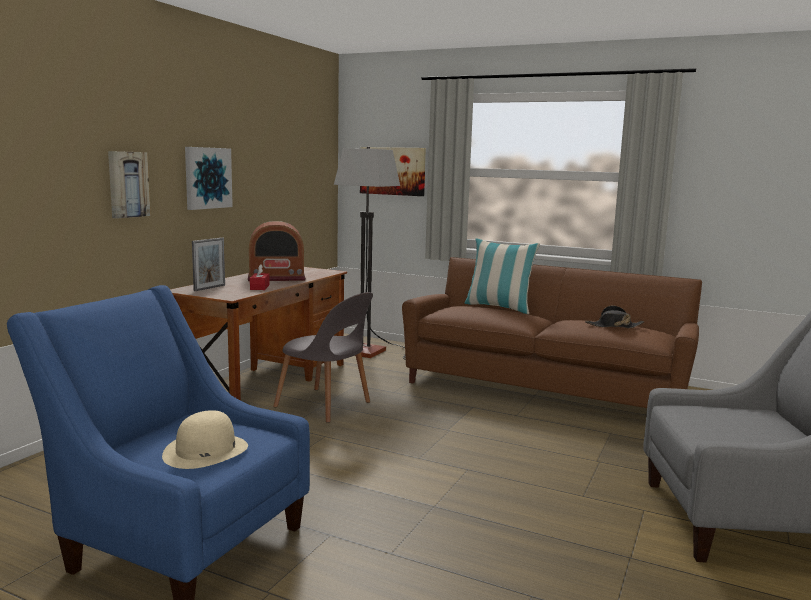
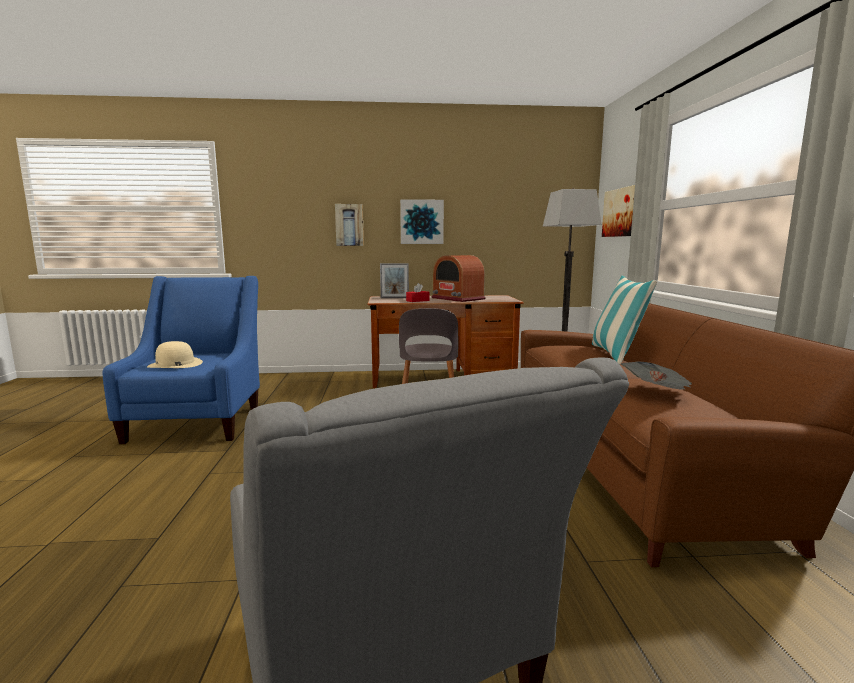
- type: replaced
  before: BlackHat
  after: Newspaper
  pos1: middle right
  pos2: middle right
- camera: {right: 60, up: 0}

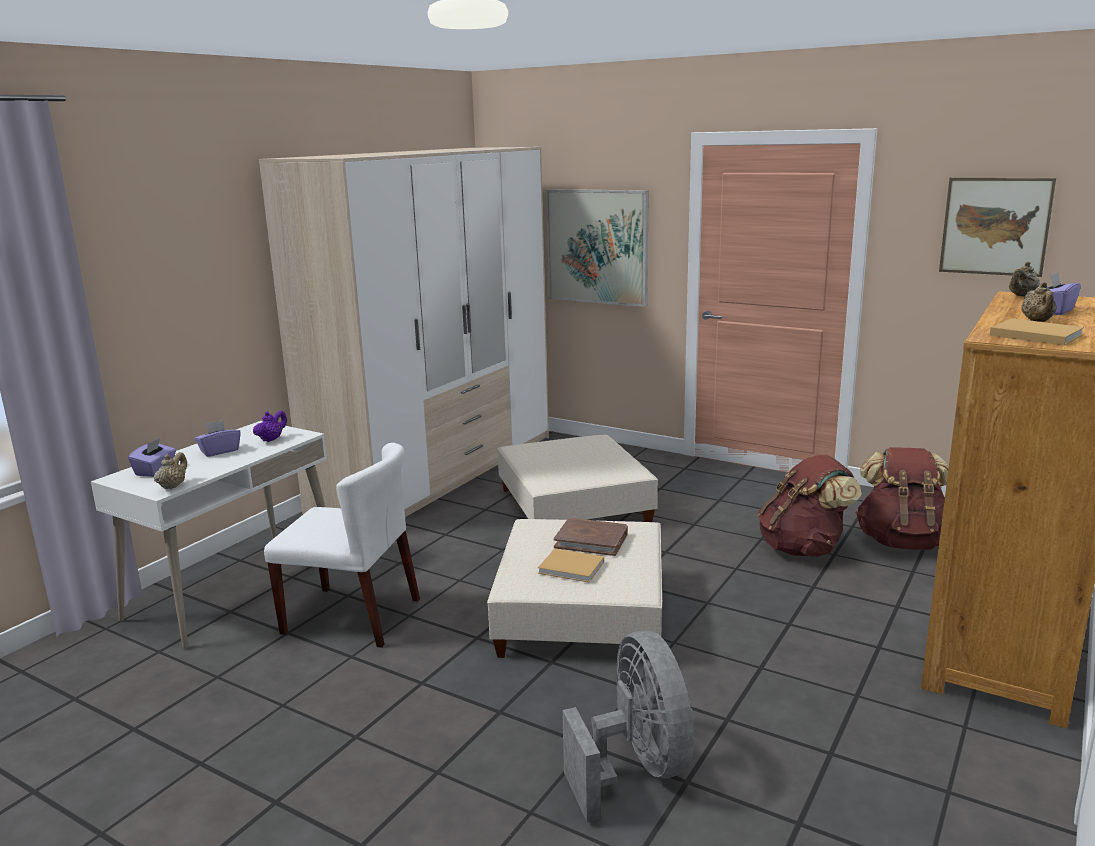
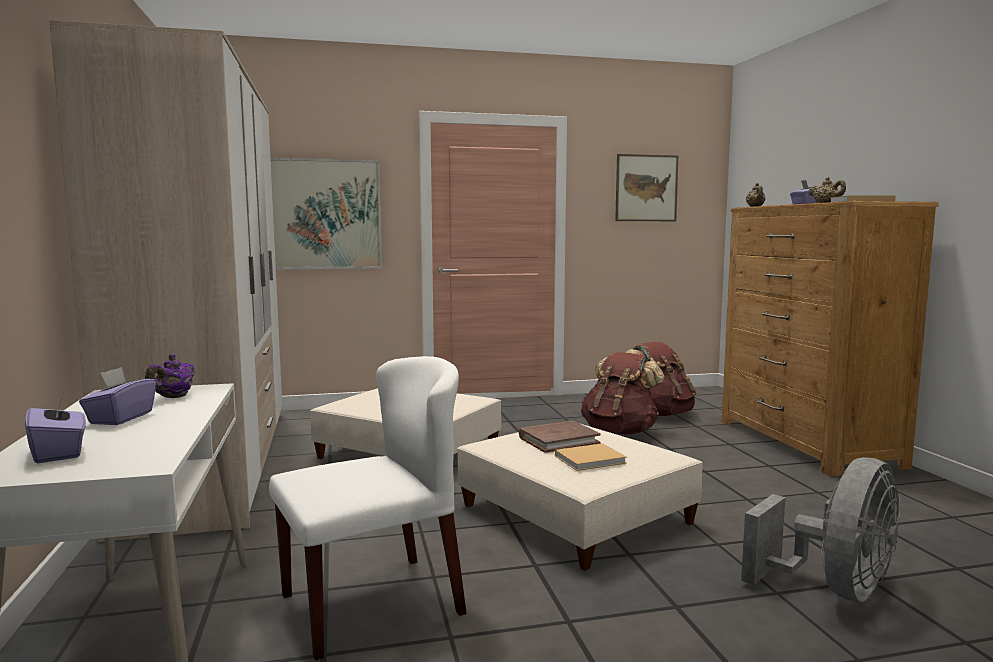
- type: turned
  before: PurpleTeapot
  pos1: middle left
  pos2: middle left
  turn: -150
- type: removed
  before: BeigeTeapot (1st from left)
  pos1: middle left
- type: turned
  before: GreyFan
  pos1: bottom centre
  pos2: bottom right
  turn: 105
- camera: {right: -45, up: -10}

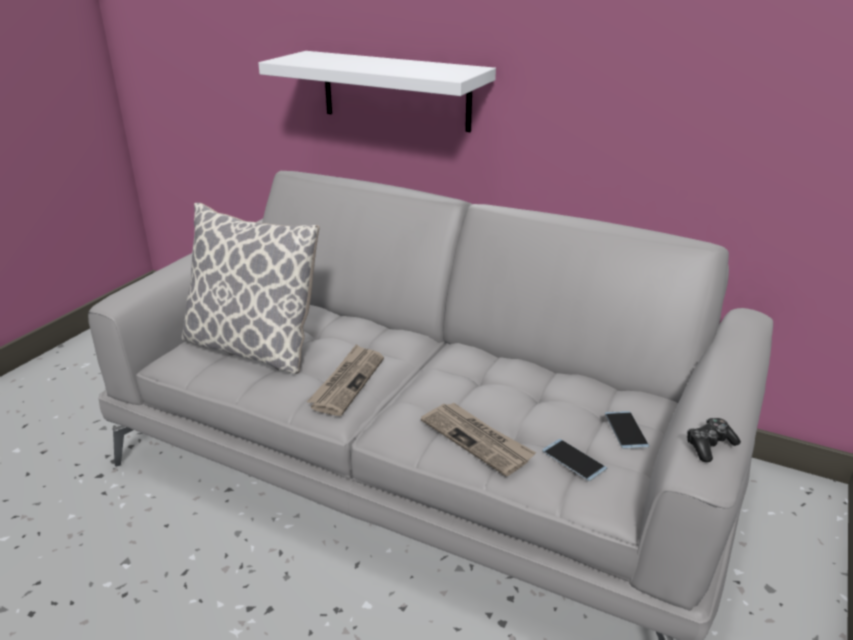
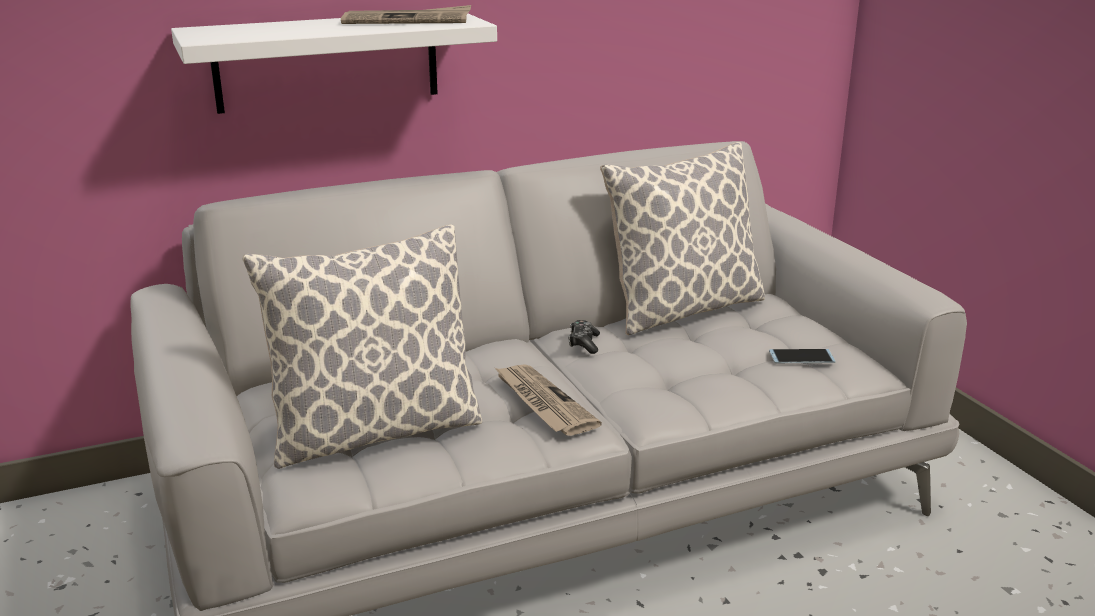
- type: moved
  before: Newspaper (2nd from left in the first image)
  after: Newspaper (1st from left)
  pos1: bottom centre
  pos2: top centre
- type: removed
  before: Phone (2nd from left)
  pos1: bottom right
- type: moved
  before: GameController
  pos1: bottom right
  pos2: centre
- type: added
  after: Pillow (2nd from left)
  pos2: centre
- camera: {right: -50, up: -5}

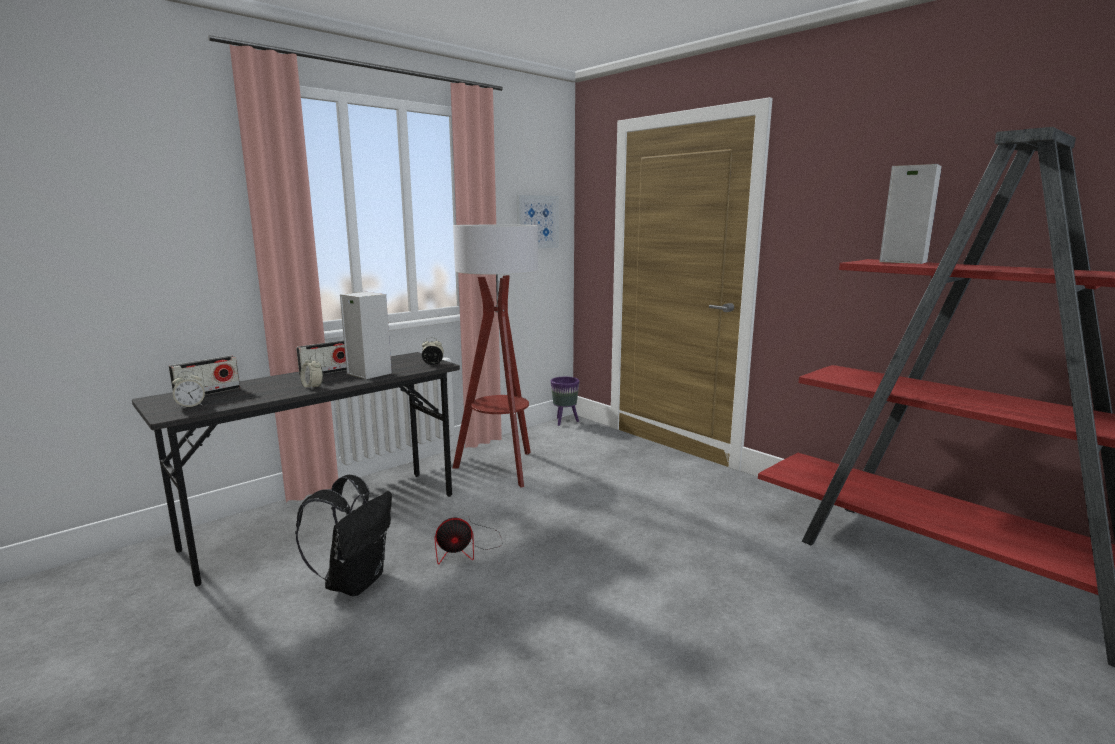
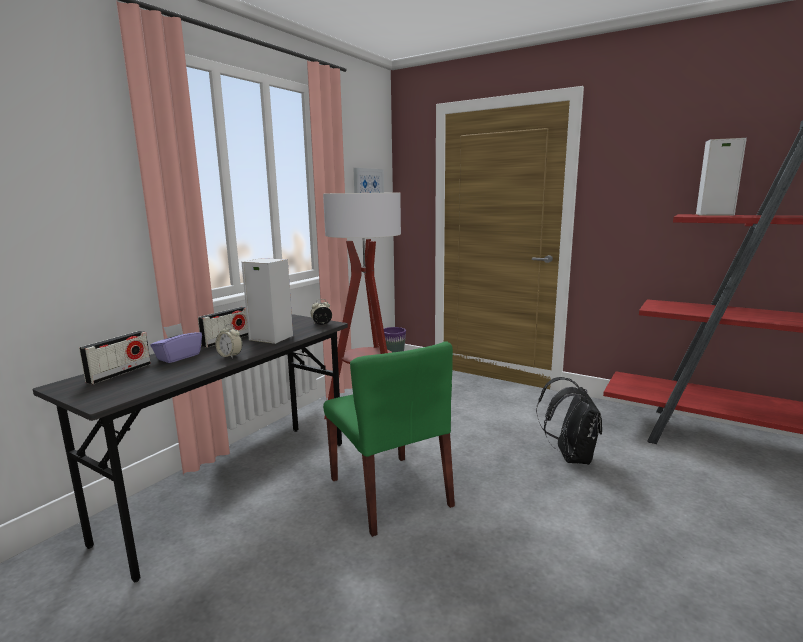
- type: removed
  before: AlarmClock (1st from left)
  pos1: middle left
- type: moved
  before: BlackBackpack
  pos1: bottom left
  pos2: middle right
- type: replaced
  before: Fan
  after: GreenChair
  pos1: bottom centre
  pos2: bottom centre
- type: added
  after: PurpleTissueBox
  pos2: middle left
- camera: {right: -15, up: 0}

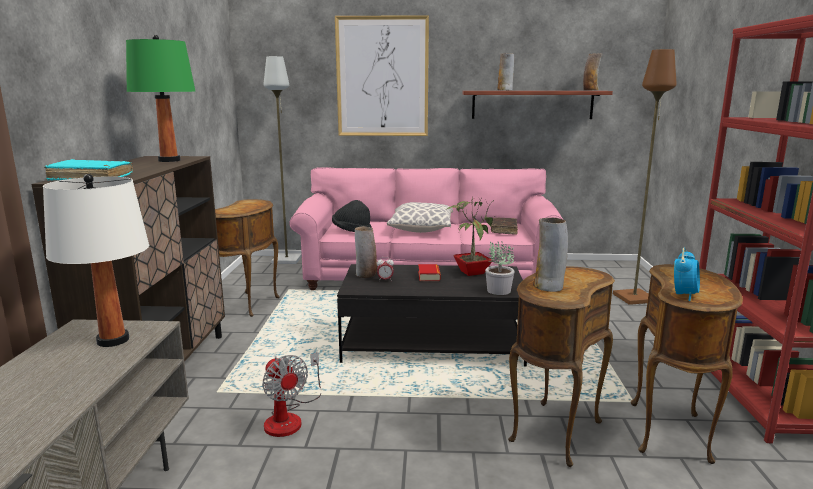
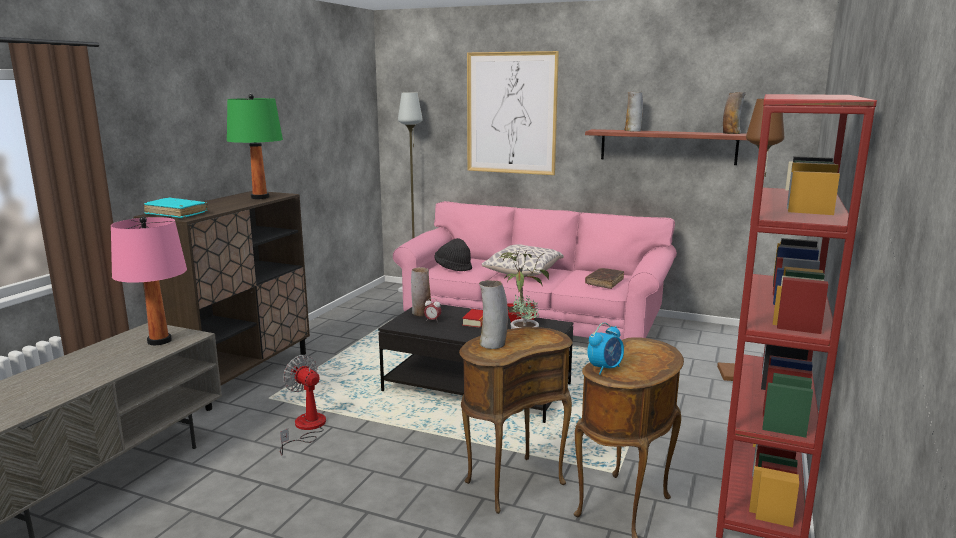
- type: recoloured
  before: WhiteTableLamp
  after: PinkTableLamp
  pos1: middle left
  pos2: middle left
- type: removed
  before: BrownSideTable (1st from left)
  pos1: middle left
- type: turned
  before: Fan
  pos1: bottom centre
  pos2: bottom left
  turn: 150
- camera: {right: 20, up: 0}

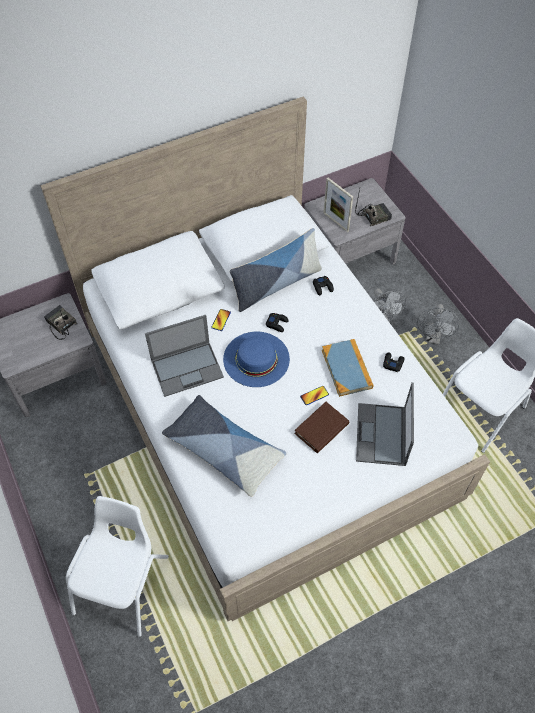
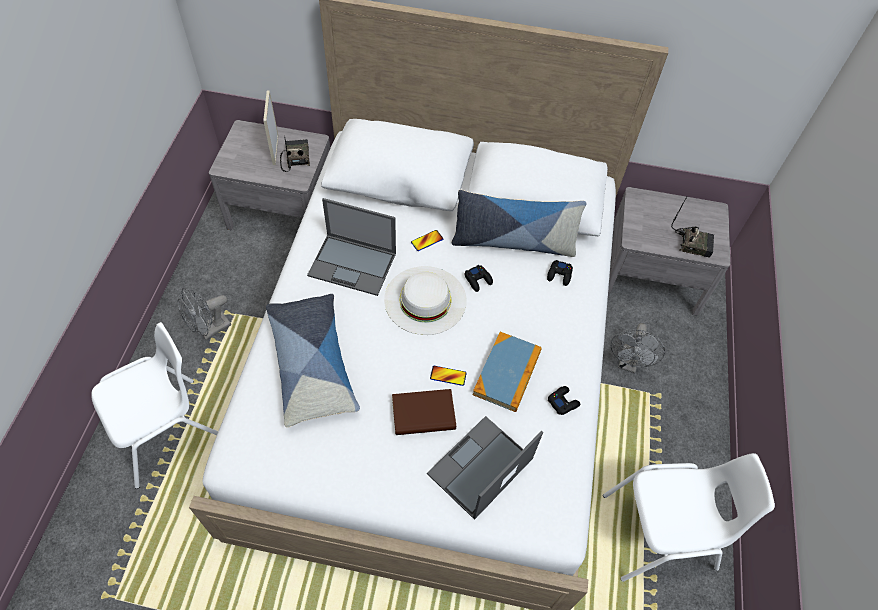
- type: moved
  before: PictureFrame
  pos1: top centre
  pos2: top left
- type: moved
  before: GreyFan (2nd from left in the first image)
  after: GreyFan (1st from left)
  pos1: middle right
  pos2: middle left
- type: recoloured
  before: BlueHat
  after: WhiteHat
  pos1: centre
  pos2: centre
- camera: {right: 35, up: 0}

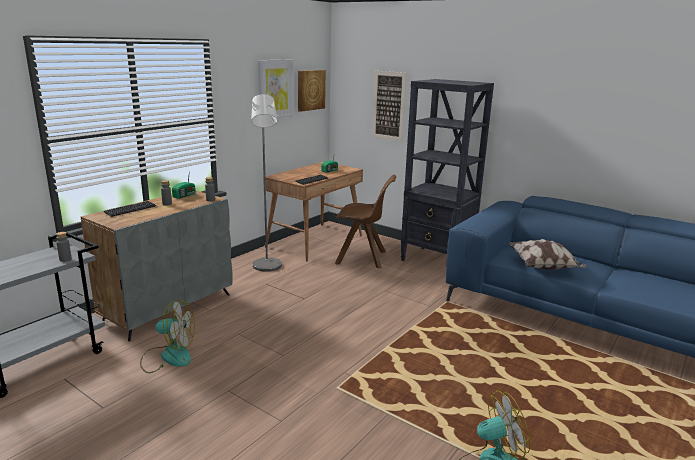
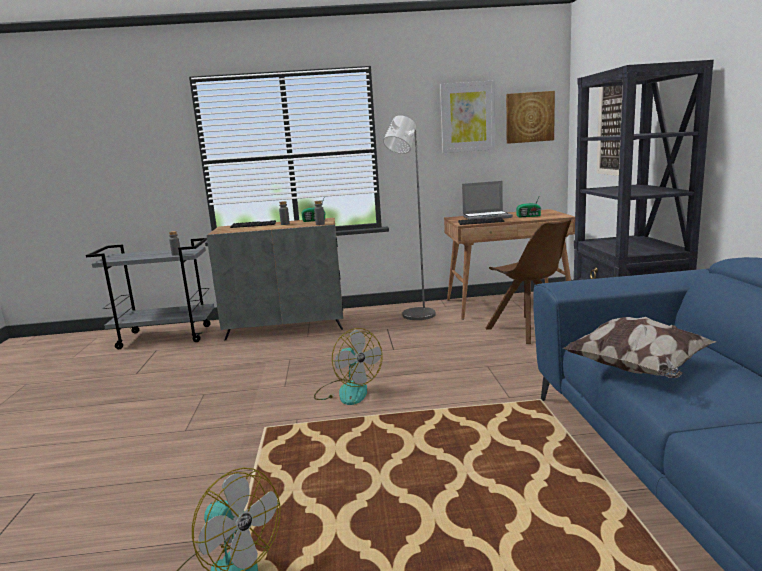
- type: moved
  before: Fan (1st from left in the first image)
  after: Fan (2nd from left)
  pos1: bottom left
  pos2: centre
- type: added
  after: Laptop
  pos2: centre
- camera: {right: 50, up: -5}

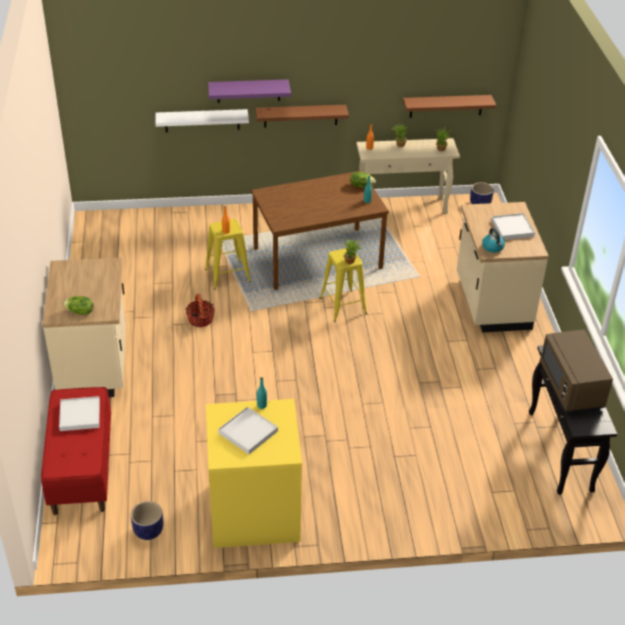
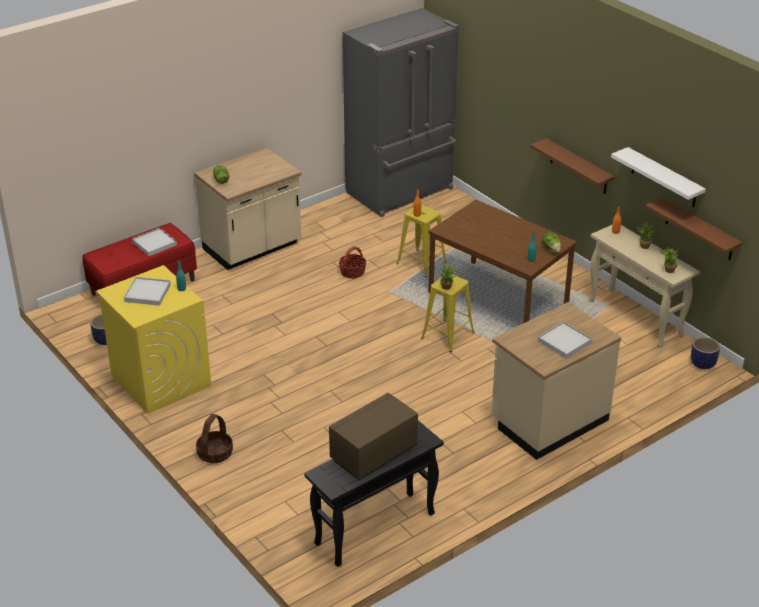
- type: removed
  before: PurpleShelf
  pos1: top centre
- type: moved
  before: WhiteShelf
  pos1: top left
  pos2: top right
- type: removed
  before: Kettle
  pos1: middle right
- type: added
  after: GreyFridge
  pos2: top centre
- type: added
  after: Basket (1st from left)
  pos2: bottom left
- camera: {right: 60, up: -5}

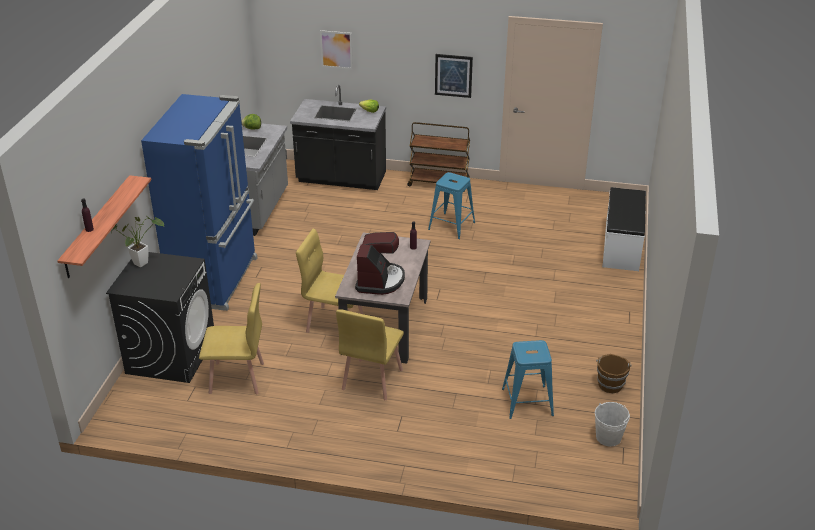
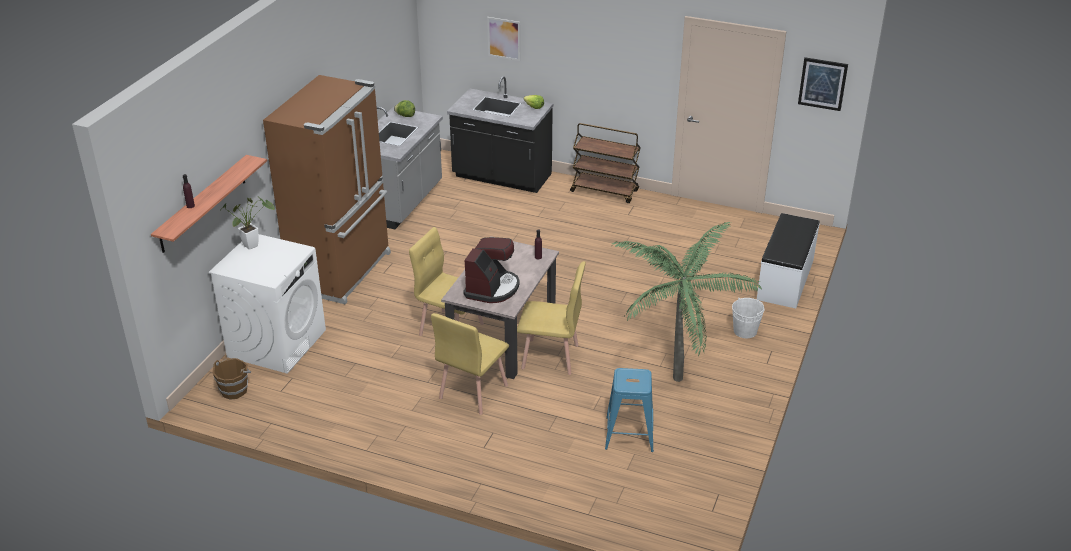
- type: moved
  before: Picture (2nd from left)
  pos1: top centre
  pos2: top right
- type: recoloured
  before: BlueFridge
  after: BrownFridge
  pos1: middle left
  pos2: middle left
- type: removed
  before: BlueStool (1st from left)
  pos1: centre
- type: recoloured
  before: BlackWashingMachine
  after: WhiteWashingMachine
  pos1: middle left
  pos2: middle left
- type: moved
  before: YellowChair (1st from left in the first image)
  after: YellowChair (3rd from left)
  pos1: middle left
  pos2: centre
- type: moved
  before: BrownBucket
  pos1: bottom right
  pos2: bottom left
- type: moved
  before: WhiteBucket
  pos1: bottom right
  pos2: middle right
- type: added
  after: PottedPlant (2nd from left)
  pos2: centre
- camera: {right: 10, up: 0}

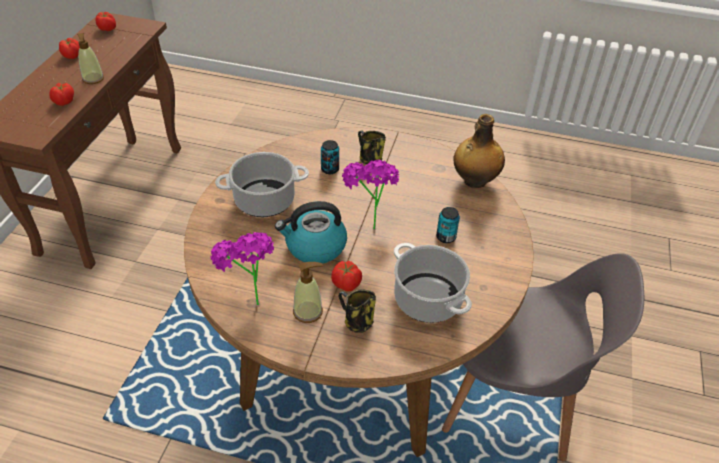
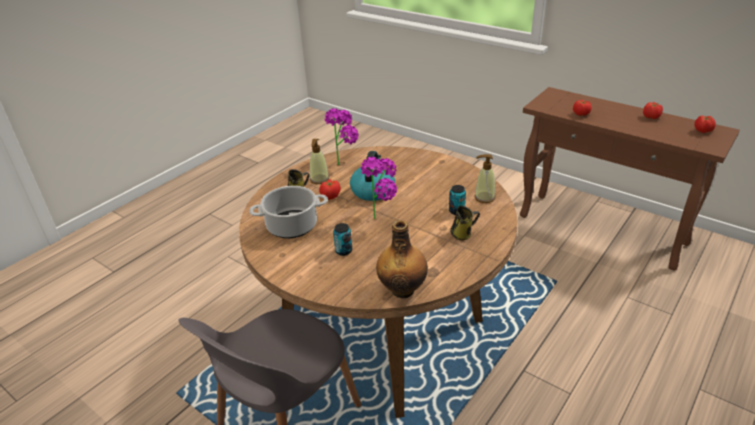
- type: moved
  before: SoapDispenser (1st from left in the first image)
  after: SoapDispenser (2nd from left)
  pos1: top left
  pos2: centre
- type: removed
  before: CookingPot (1st from left)
  pos1: centre
- camera: {right: 115, up: -10}

